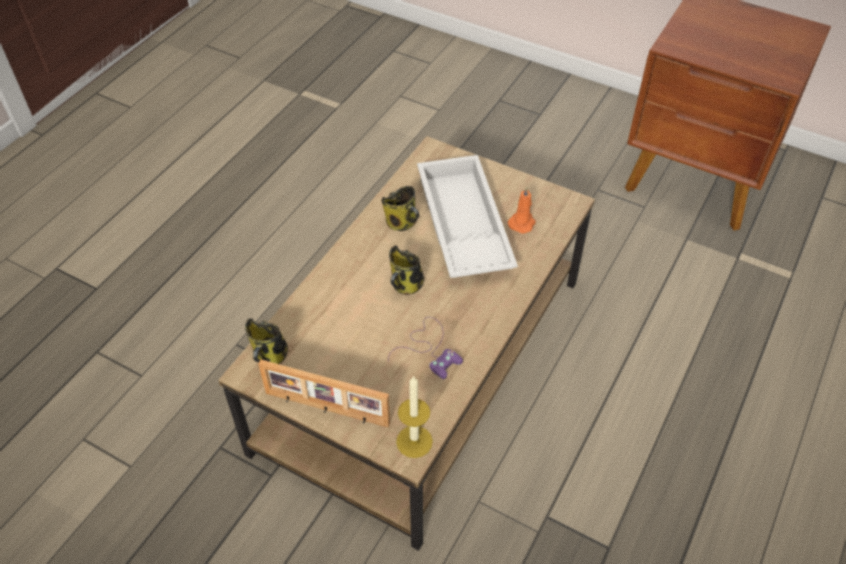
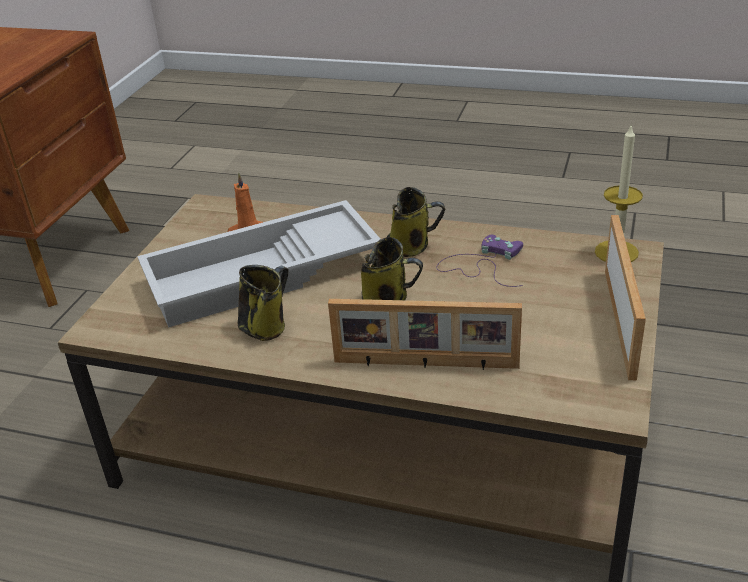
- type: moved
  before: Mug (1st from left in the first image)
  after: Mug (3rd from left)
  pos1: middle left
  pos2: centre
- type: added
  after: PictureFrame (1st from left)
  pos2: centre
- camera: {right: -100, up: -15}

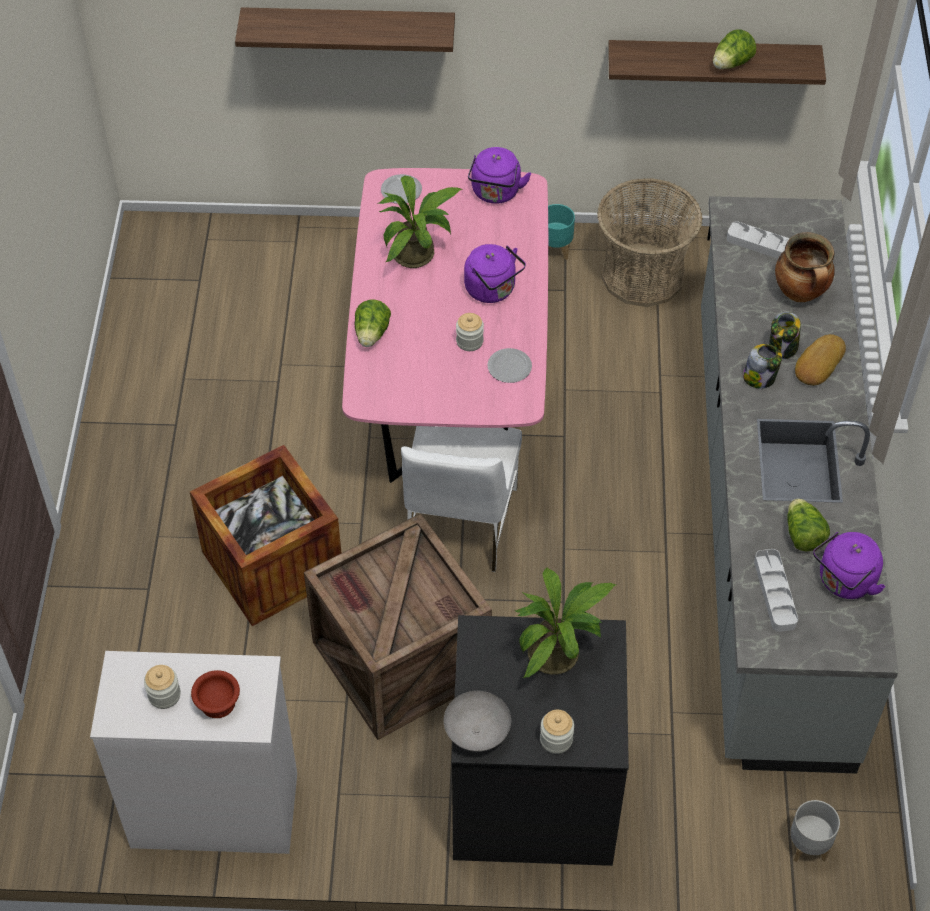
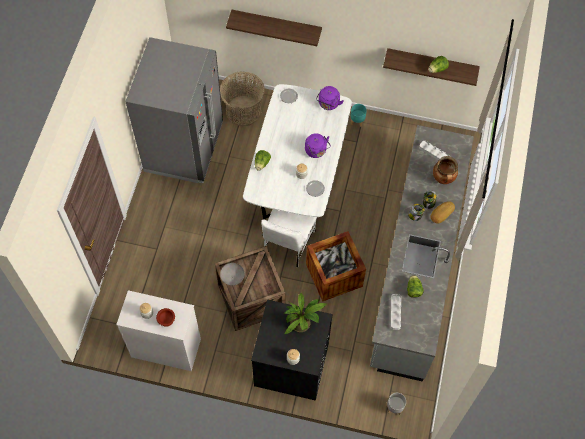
- type: recoloured
  before: PinkDiningTable
  after: WhiteDiningTable
  pos1: centre
  pos2: centre
- type: removed
  before: PottedPlant (1st from left)
  pos1: top centre
- type: moved
  before: Basket
  pos1: top right
  pos2: top centre
- type: moved
  before: Crate (1st from left in the first image)
  after: Crate (2nd from left)
  pos1: middle left
  pos2: centre
- type: removed
  before: PurpleKettle (3rd from left)
  pos1: middle right
- type: moved
  before: GreyBowl
  pos1: bottom centre
  pos2: centre
- type: added
  after: GreyFridge
  pos2: top left
- camera: {right: 10, up: 10}

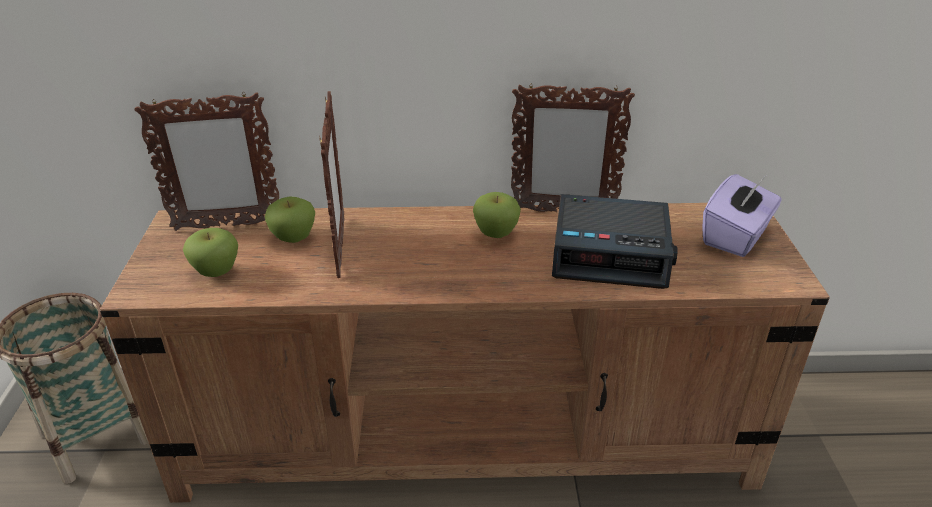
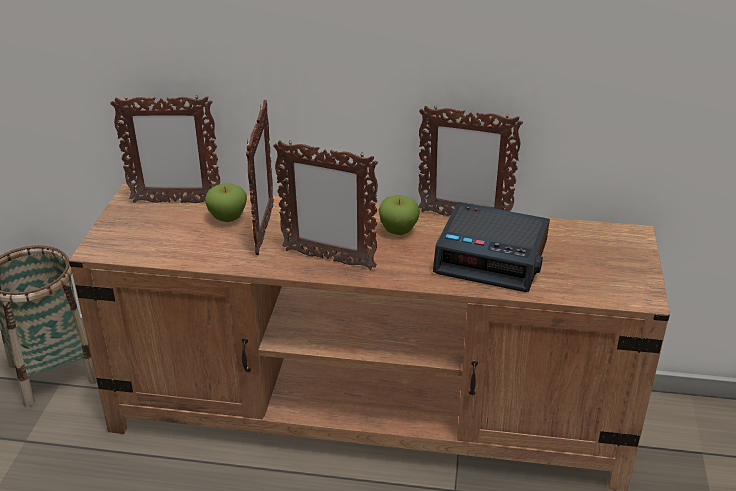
- type: removed
  before: PurpleTissueBox
  pos1: middle right
- type: removed
  before: Apple (1st from left)
  pos1: middle left
- type: added
  after: PictureFrame (3rd from left)
  pos2: centre
- camera: {right: 10, up: 0}

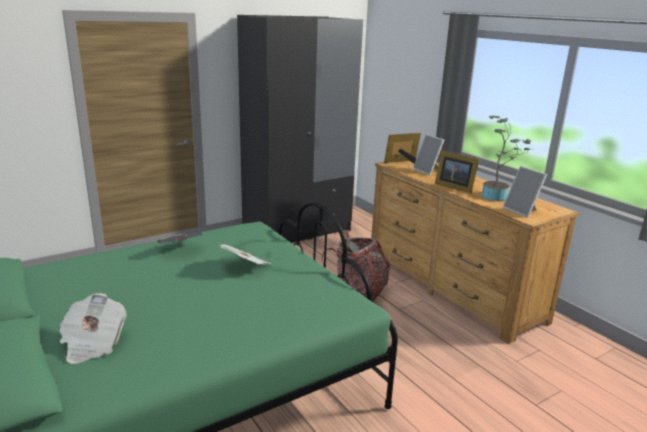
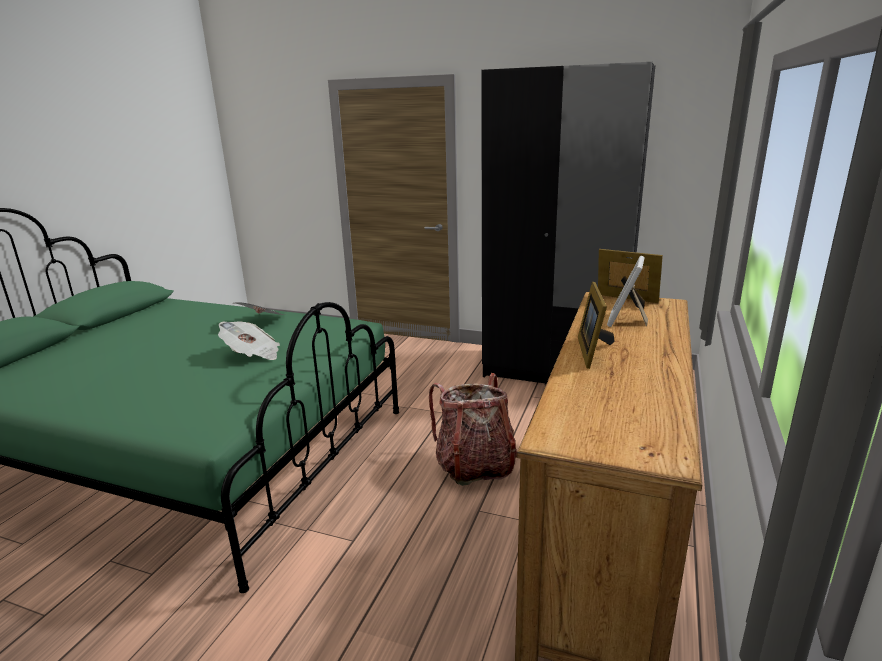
- type: removed
  before: PottedPlant
  pos1: middle right
- type: removed
  before: PictureFrame (4th from left)
  pos1: middle right
- type: removed
  before: Newspaper (1st from left)
  pos1: bottom left
- camera: {right: 55, up: 0}

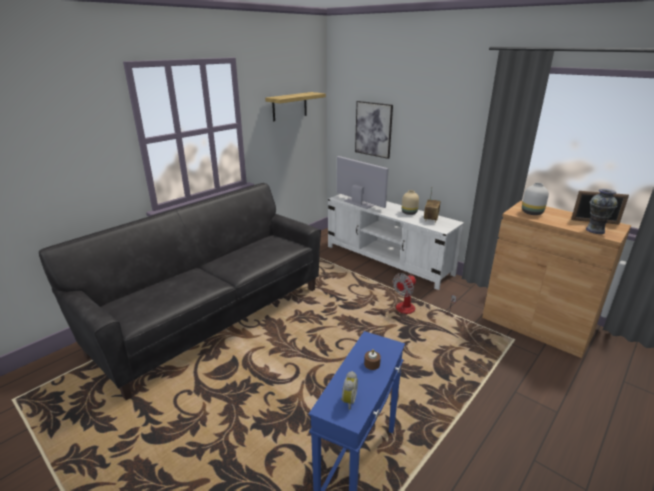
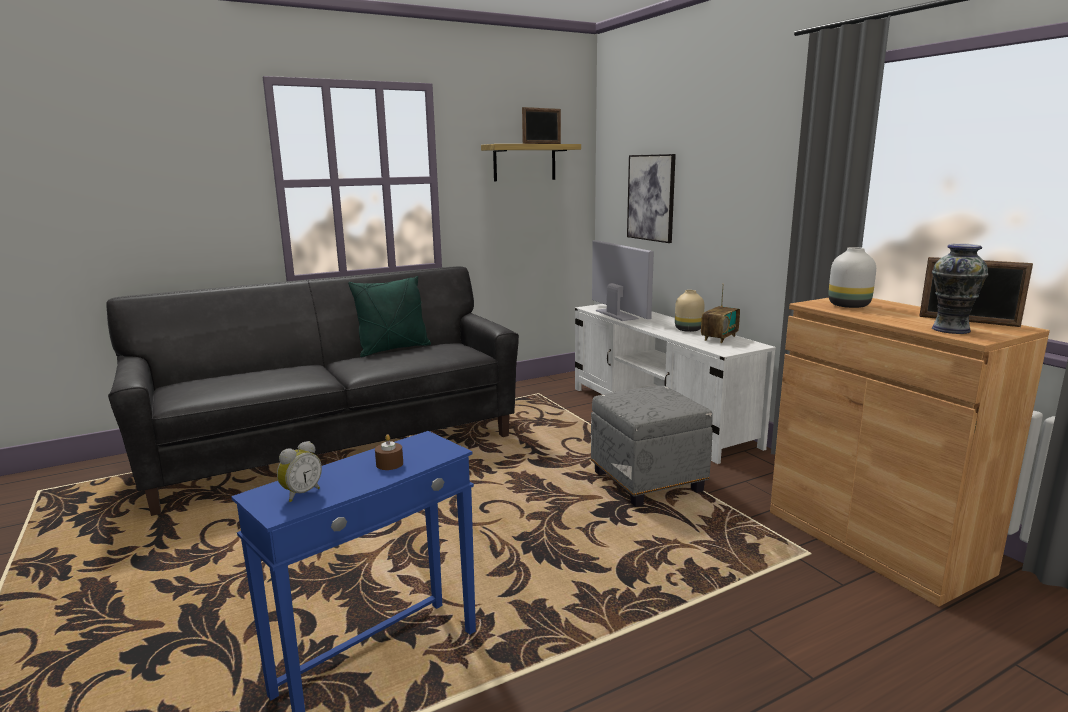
- type: replaced
  before: Fan
  after: GreyOttoman
  pos1: centre
  pos2: centre
- type: added
  after: PictureFrame (1st from left)
  pos2: top centre
- type: added
  after: GreenPillow
  pos2: centre
- camera: {right: 20, up: -10}

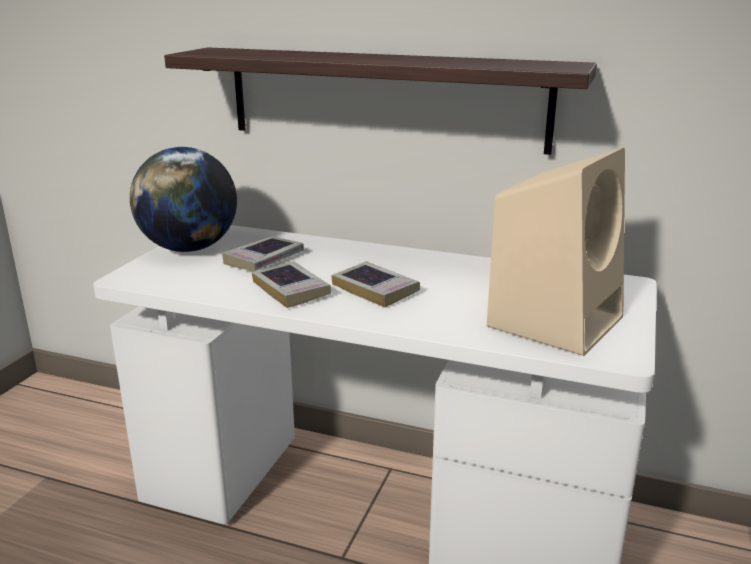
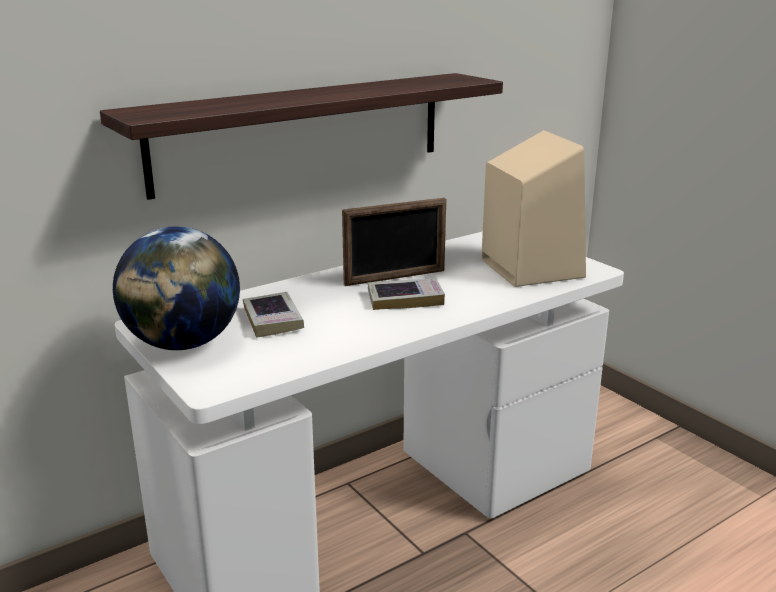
- type: removed
  before: Book (2nd from left)
  pos1: centre
- type: added
  after: PictureFrame
  pos2: centre
- camera: {right: -55, up: 0}

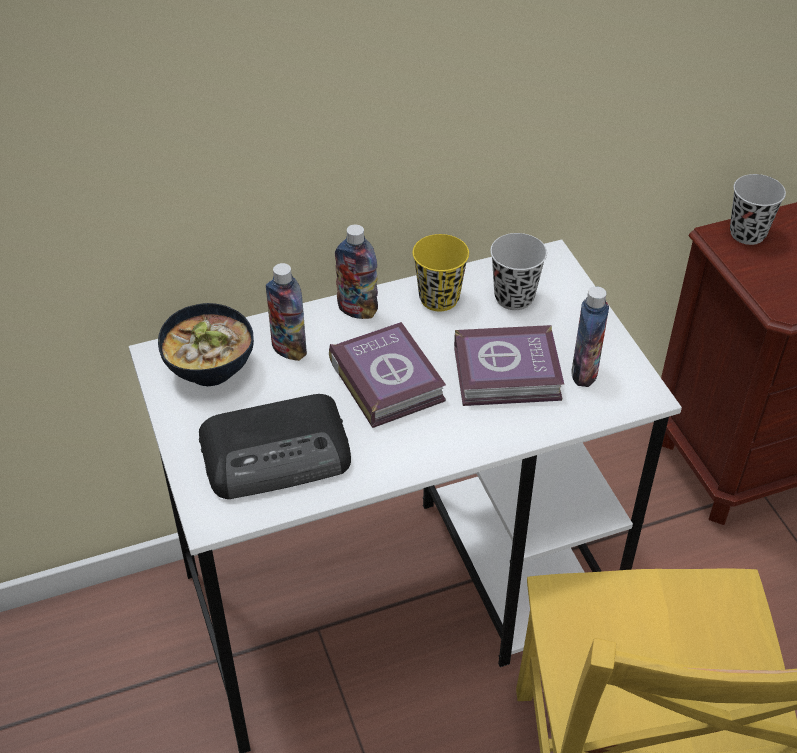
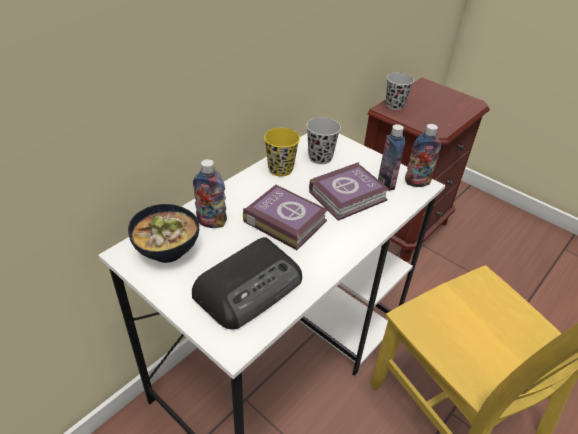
- type: moved
  before: Bottle (2nd from left in the first image)
  after: Bottle (3rd from left)
  pos1: centre
  pos2: middle right
- camera: {right: -30, up: -5}

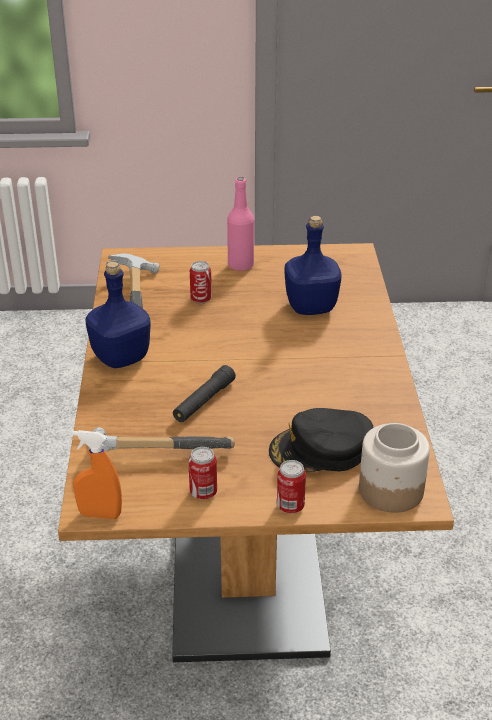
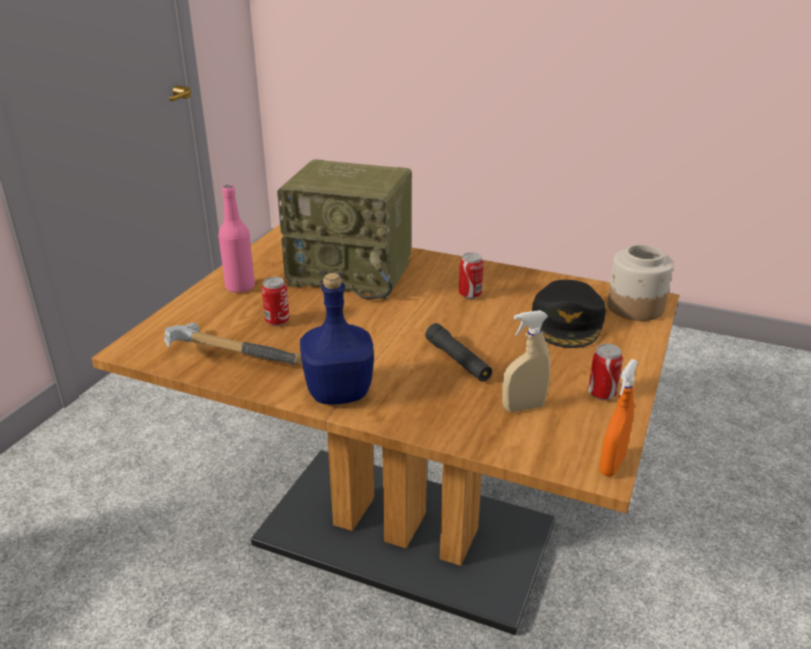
- type: replaced
  before: BlueBottle (2nd from left)
  after: Radio
  pos1: centre
  pos2: centre
- type: replaced
  before: Hammer (2nd from left)
  after: BeigeSprayBottle
  pos1: middle left
  pos2: centre
- type: moved
  before: Can (3rd from left in the first image)
  after: Can (2nd from left)
  pos1: bottom centre
  pos2: centre
- camera: {right: -65, up: -5}

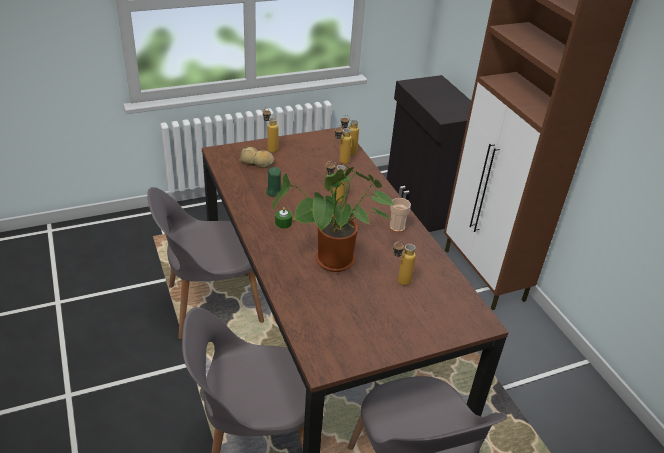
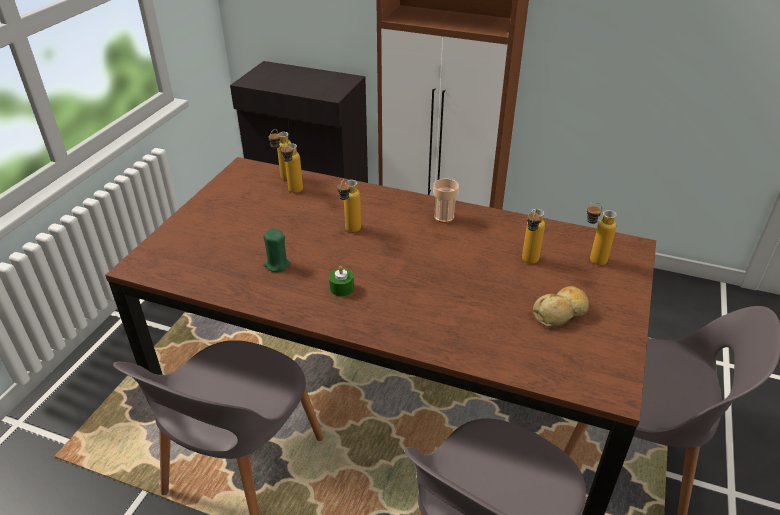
- type: moved
  before: Bottle (1st from left in the first image)
  after: Bottle (5th from left)
  pos1: top centre
  pos2: middle right
- type: moved
  before: Bread
  pos1: centre
  pos2: middle right
- type: removed
  before: PottedPlant
  pos1: centre
- camera: {right: -45, up: 0}

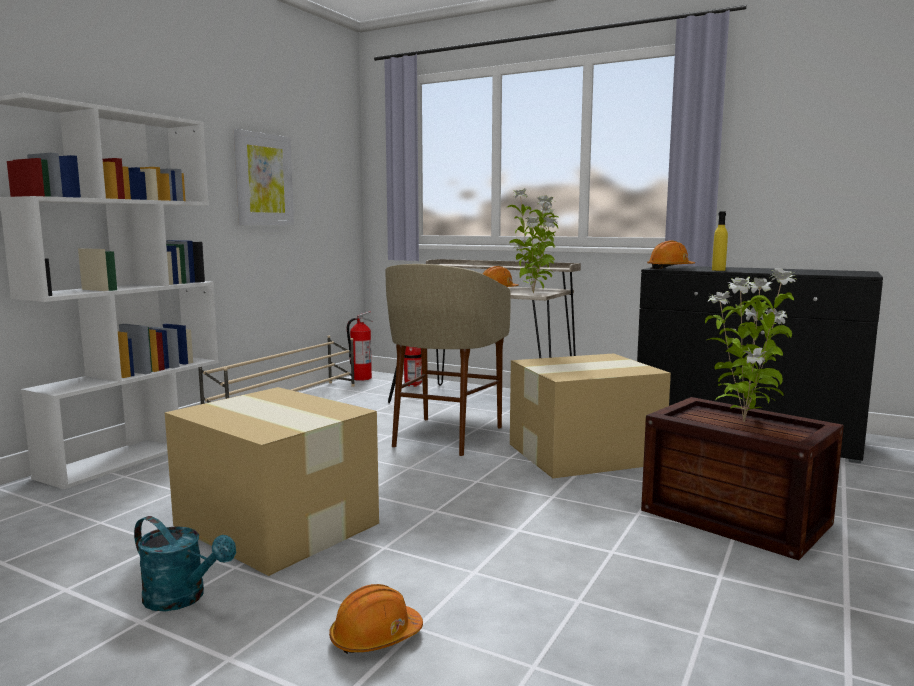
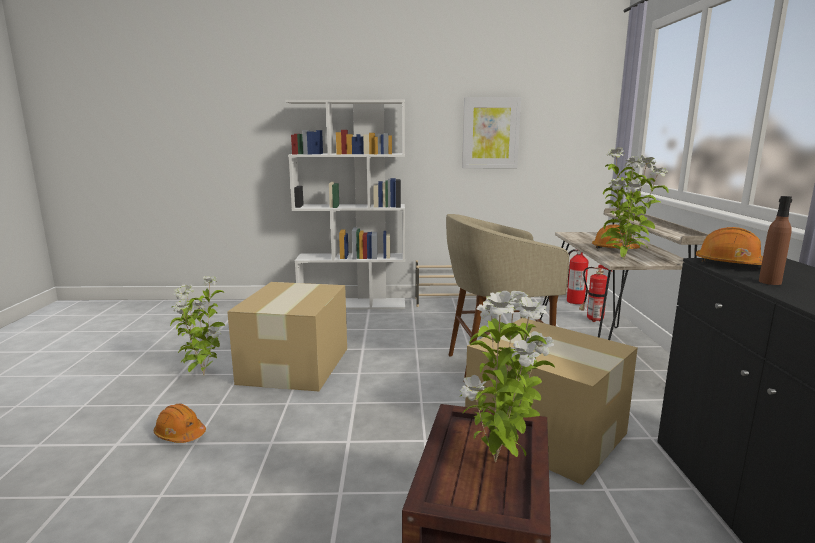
- type: recoloured
  before: YellowBottle
  after: BrownBottle
  pos1: middle right
  pos2: middle right
- type: replaced
  before: TurquoiseWateringCan
  after: PottedPlant (1st from left)
  pos1: bottom left
  pos2: middle left
- camera: {right: 60, up: 5}

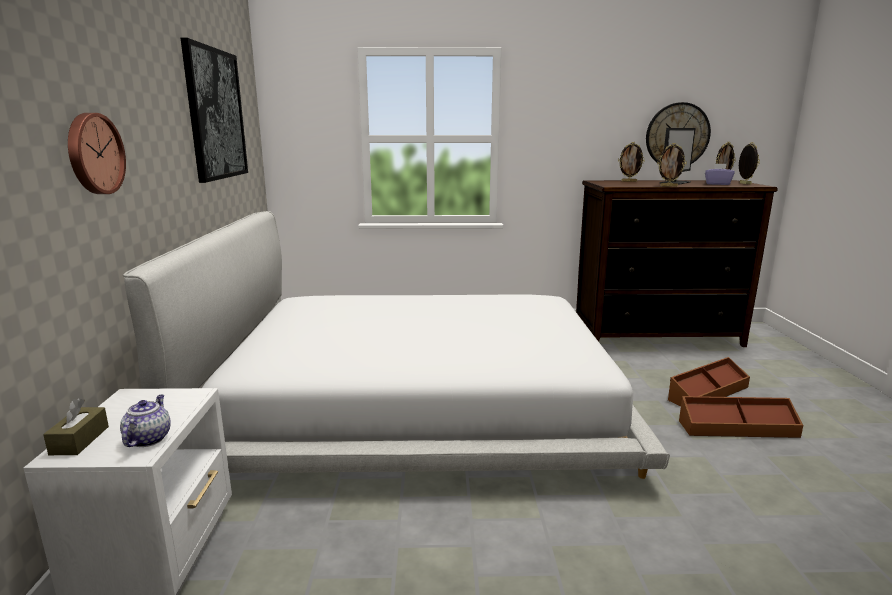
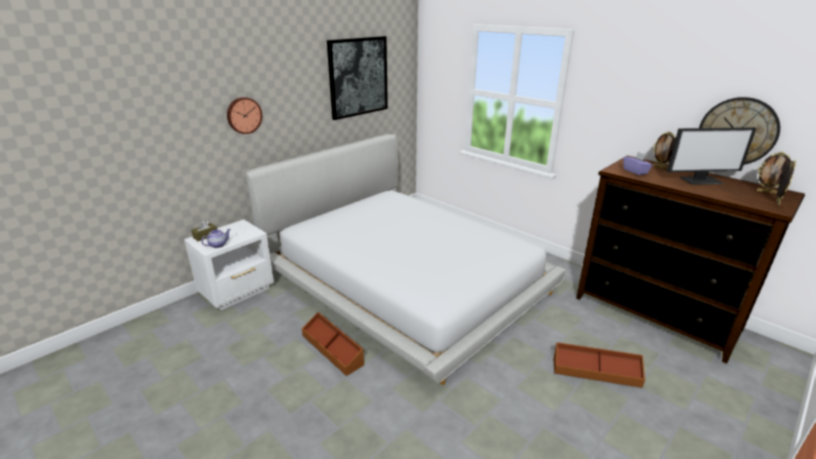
- type: removed
  before: PictureFrame (2nd from left)
  pos1: top right
- type: moved
  before: PurpleTissueBox
  pos1: top right
  pos2: middle right
- type: moved
  before: BrownStorageBox (2nd from left in the first image)
  after: BrownStorageBox (1st from left)
  pos1: bottom right
  pos2: bottom centre
- camera: {right: 45, up: 10}

